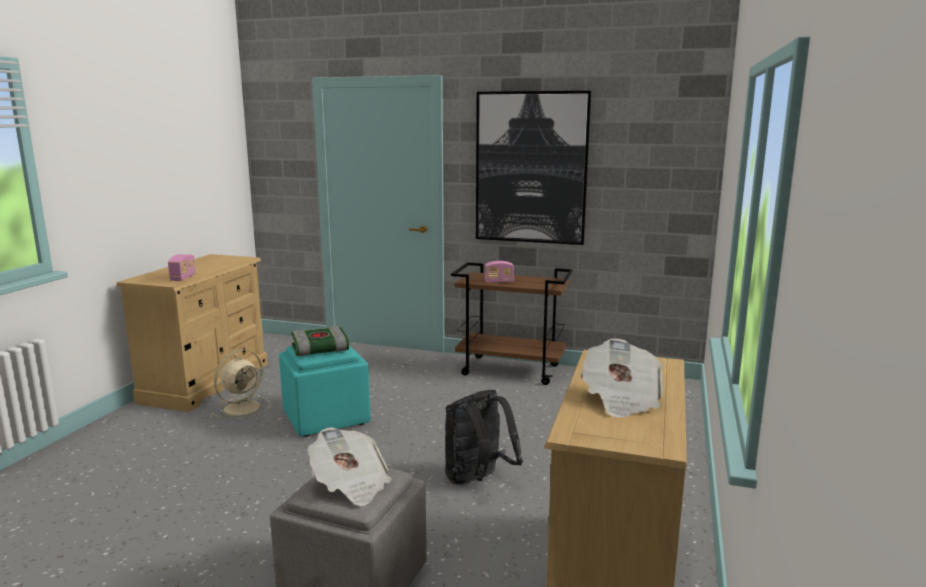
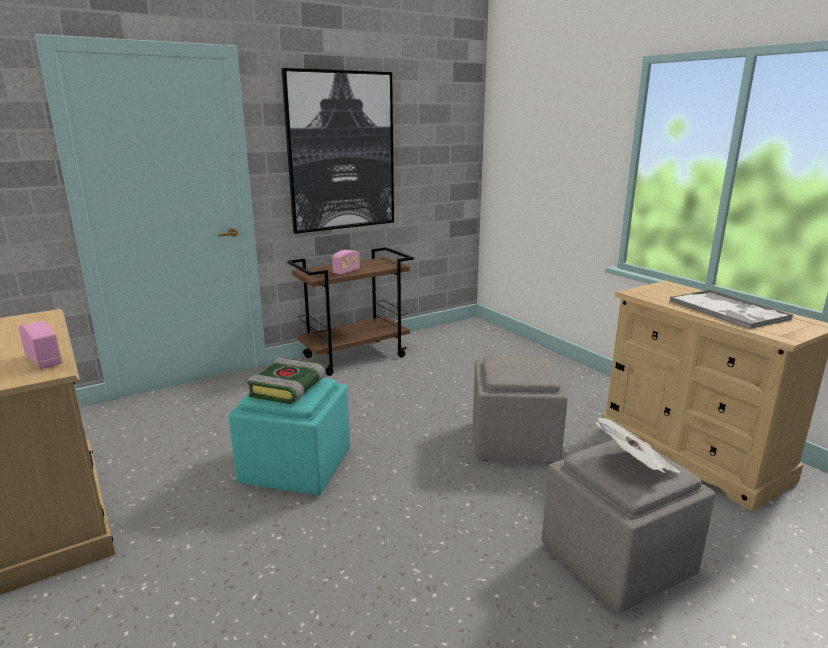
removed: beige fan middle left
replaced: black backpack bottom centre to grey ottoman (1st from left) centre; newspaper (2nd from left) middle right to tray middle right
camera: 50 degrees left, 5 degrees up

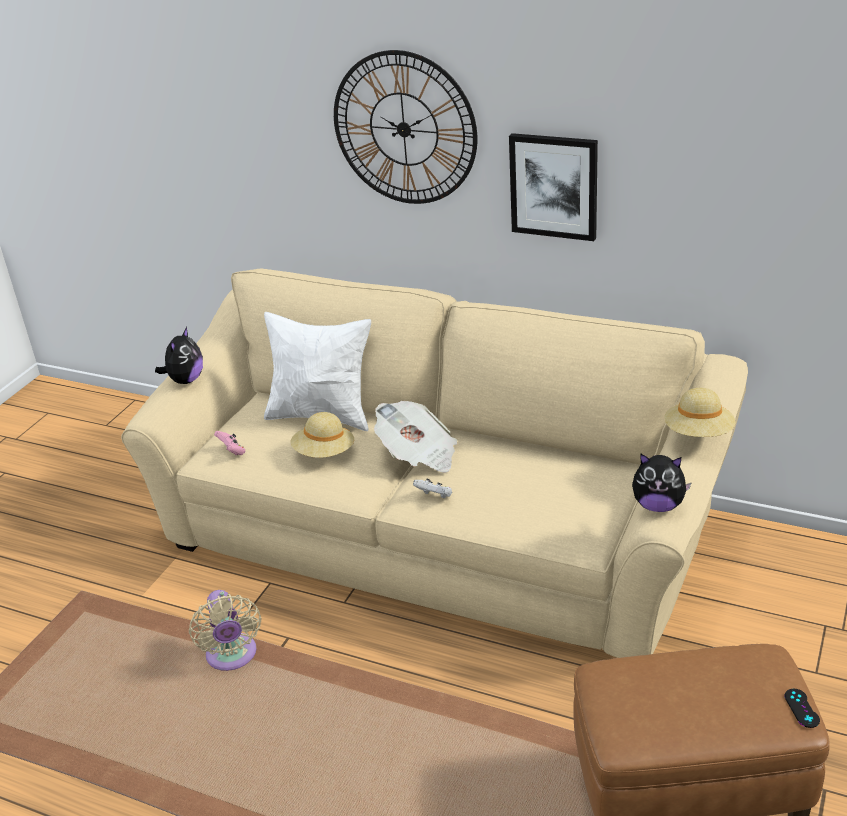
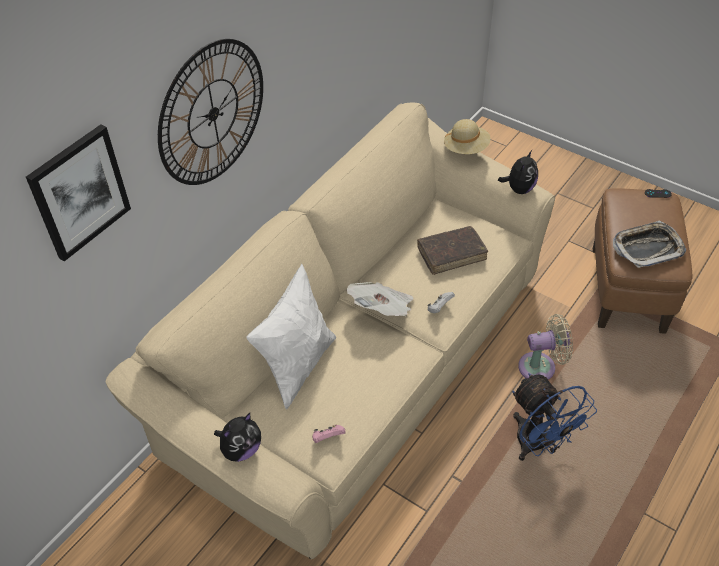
removed: beige hat (1st from left) centre
added: brown book centre; blue fan bottom right; tray middle right
moved: picture top centre to middle left; beige fan bottom left to middle right
turned: plush toy (1st from left) middle left = bottom left 105 degrees clockwise
camera: 80 degrees left, 15 degrees up

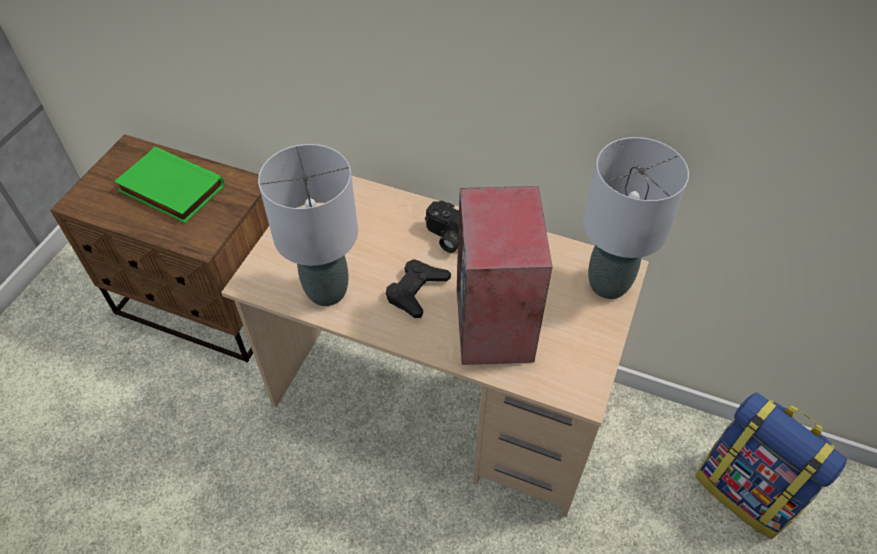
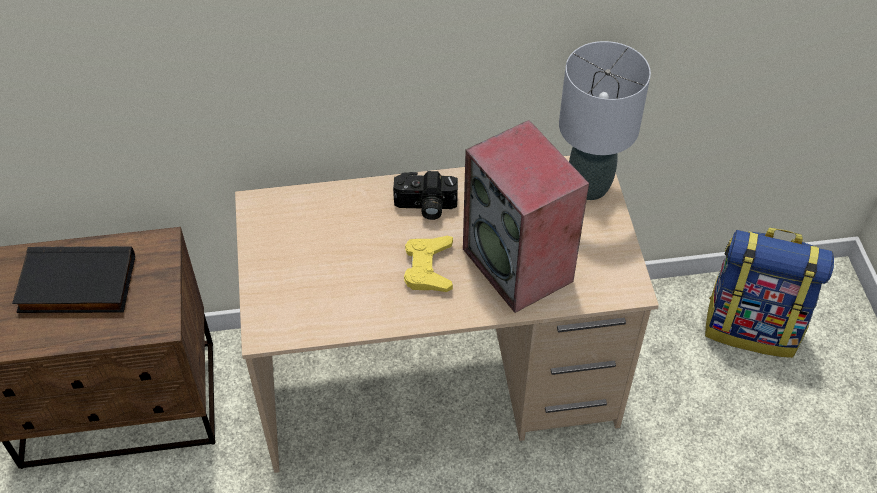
removed: grey table lamp (1st from left) centre
recoloured: green book middle left to black book middle left; black game controller centre to yellow game controller centre
camera: 30 degrees left, 0 degrees up

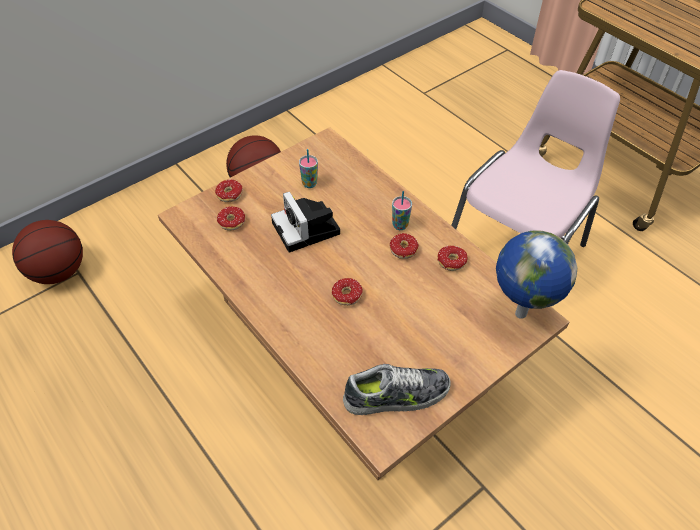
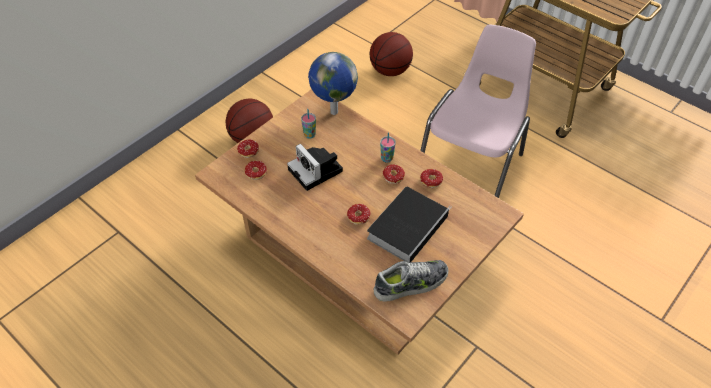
added: book centre
moved: globe middle right to top centre; basketball (1st from left in the first image) middle left to basketball (2nd from left) top centre
camera: 10 degrees left, 0 degrees up

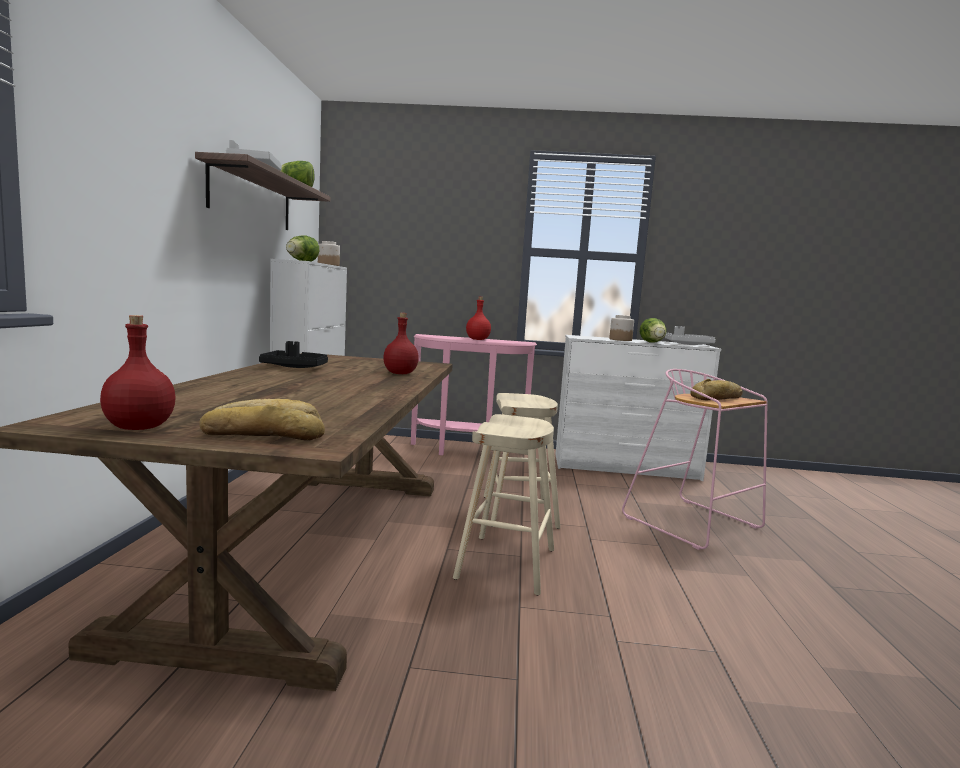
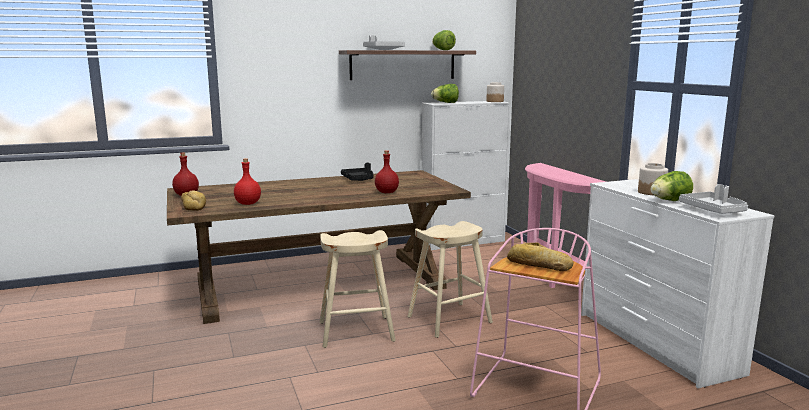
moved: red bottle (3rd from left in the first image) centre to red bottle (2nd from left) middle left
camera: 65 degrees right, 5 degrees up

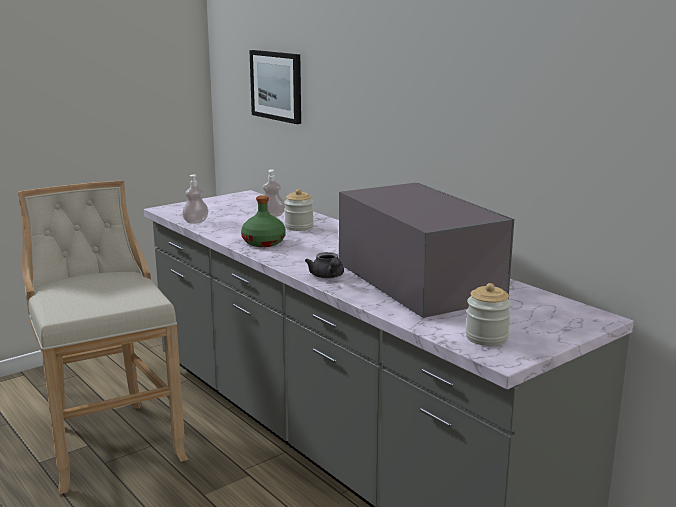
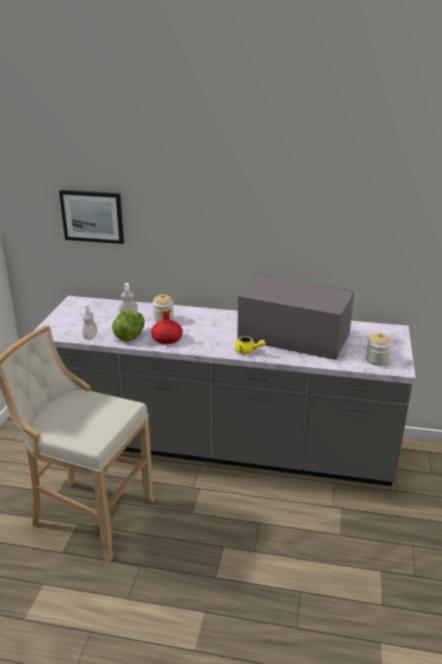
added: lettuce middle left
recoloured: green bottle centre to red bottle centre; grey teapot centre to yellow teapot centre
camera: 40 degrees left, 10 degrees up

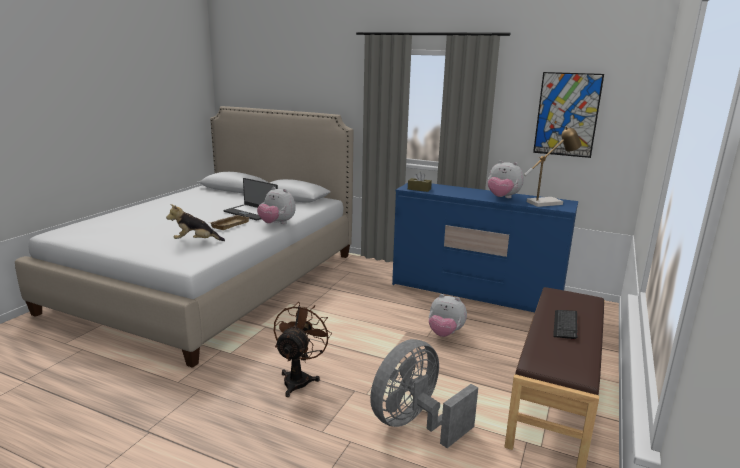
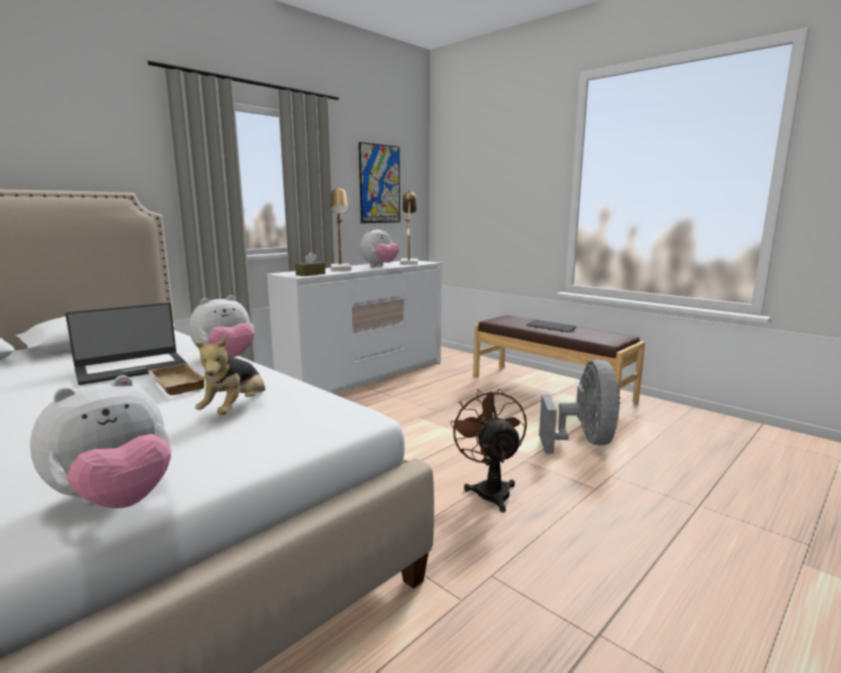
added: table lamp (1st from left) centre
moved: plush toy (3rd from left in the first image) bottom centre to plush toy (1st from left) middle left
recoloured: blue dresser centre to white dresser centre
turned: brown fan bottom centre = bottom centre 45 degrees clockwise; grey fan bottom centre = middle right 150 degrees counterclockwise
camera: 70 degrees left, 5 degrees down

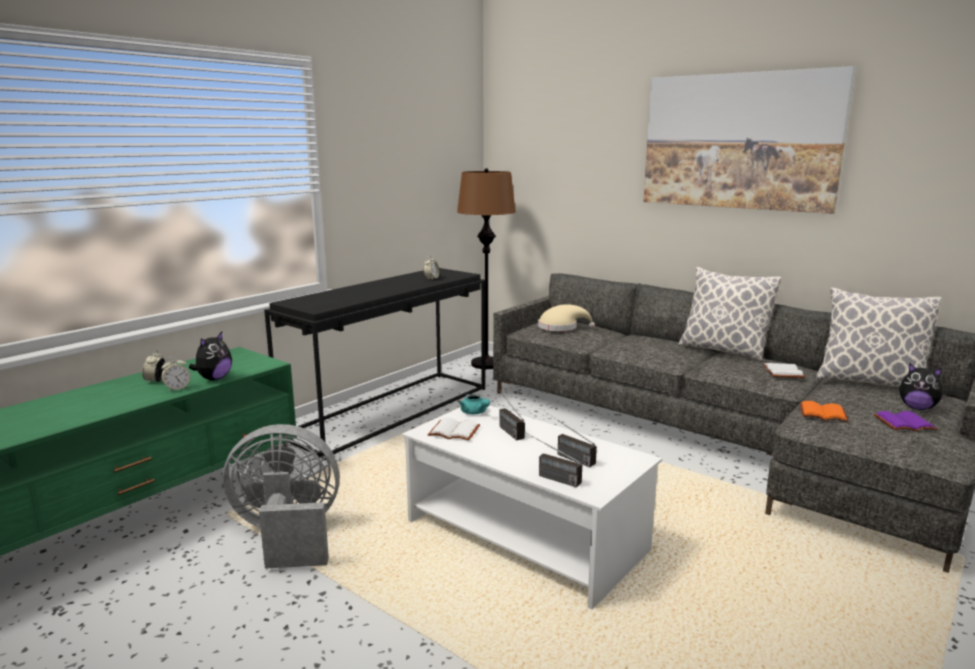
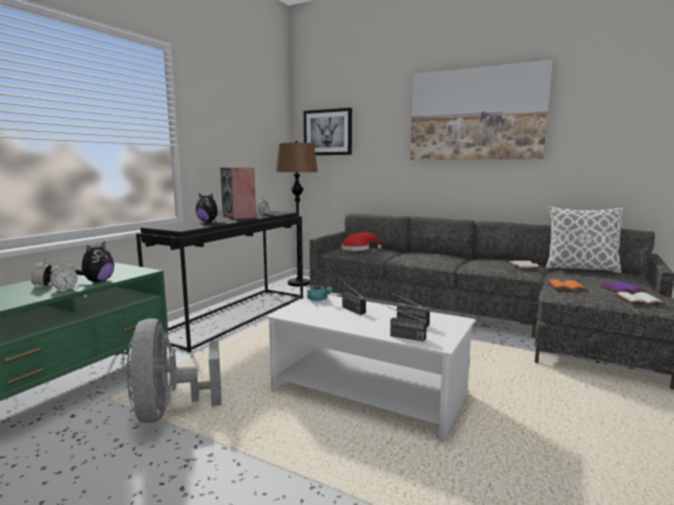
removed: pillow (1st from left) middle right
added: speaker centre; picture (1st from left) top centre
moved: plush toy (2nd from left) middle right to middle left; white book (1st from left in the first image) centre to white book (2nd from left) middle right
recoloured: beige hat centre to red hat centre
turned: grey fan bottom left = bottom left 90 degrees counterclockwise
camera: 10 degrees left, 5 degrees down

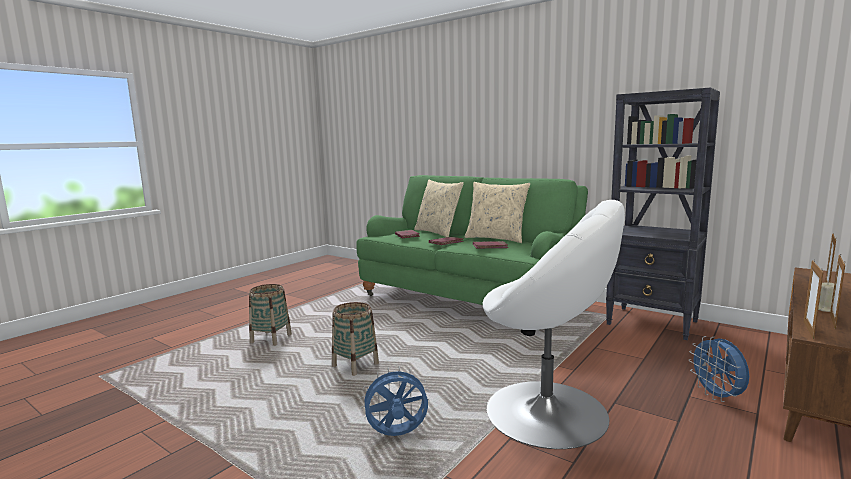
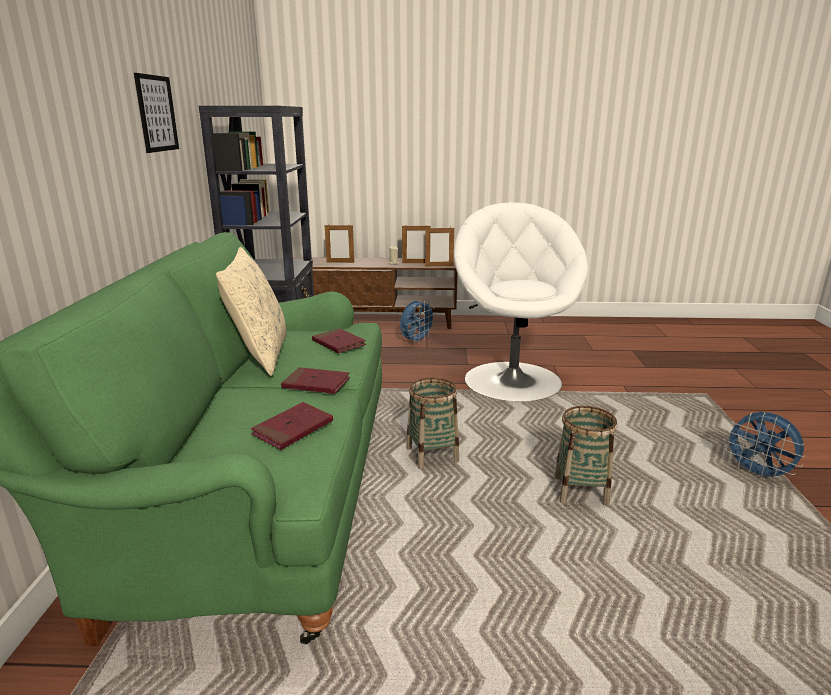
removed: beige pillow (1st from left) centre
added: picture top left
moved: basket (1st from left) middle left to centre; blue fan (1st from left in the first image) bottom centre to blue fan (2nd from left) middle right
camera: 125 degrees left, 10 degrees up

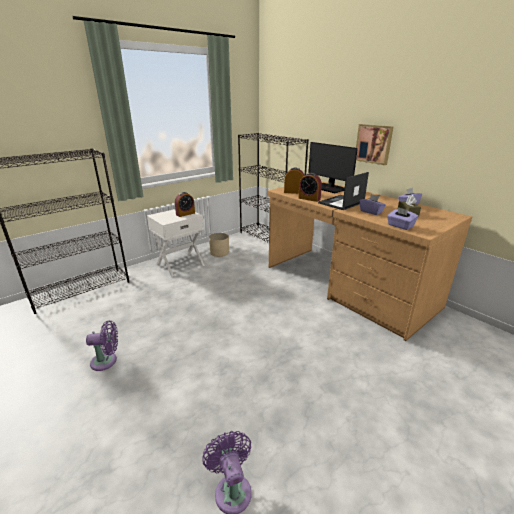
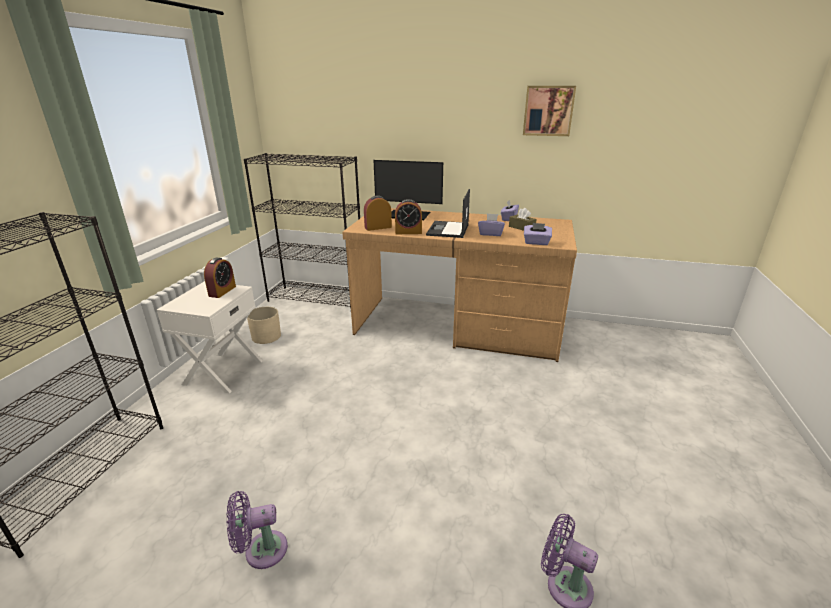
moved: picture top right to top centre
turned: purple fan (1st from left) bottom left = bottom left 150 degrees counterclockwise
camera: 35 degrees left, 0 degrees up

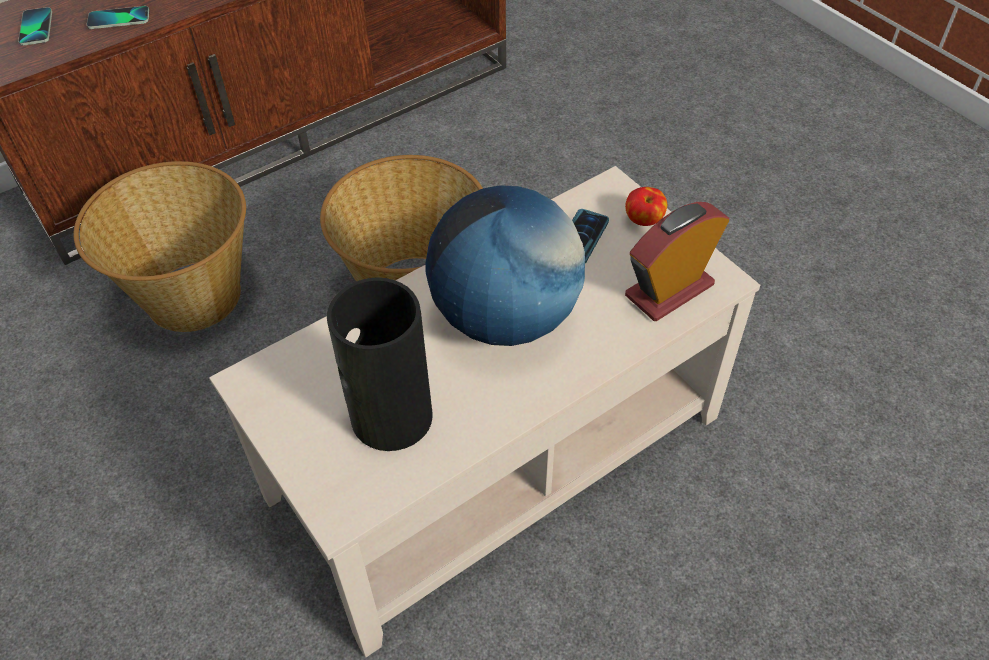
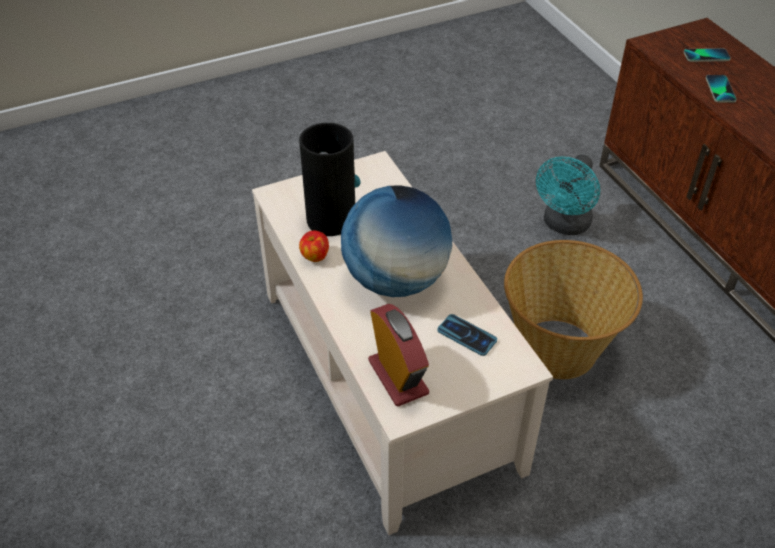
moved: apple top centre to centre
replaced: basket (1st from left) middle left to turquoise fan middle right
camera: 100 degrees right, 5 degrees down

